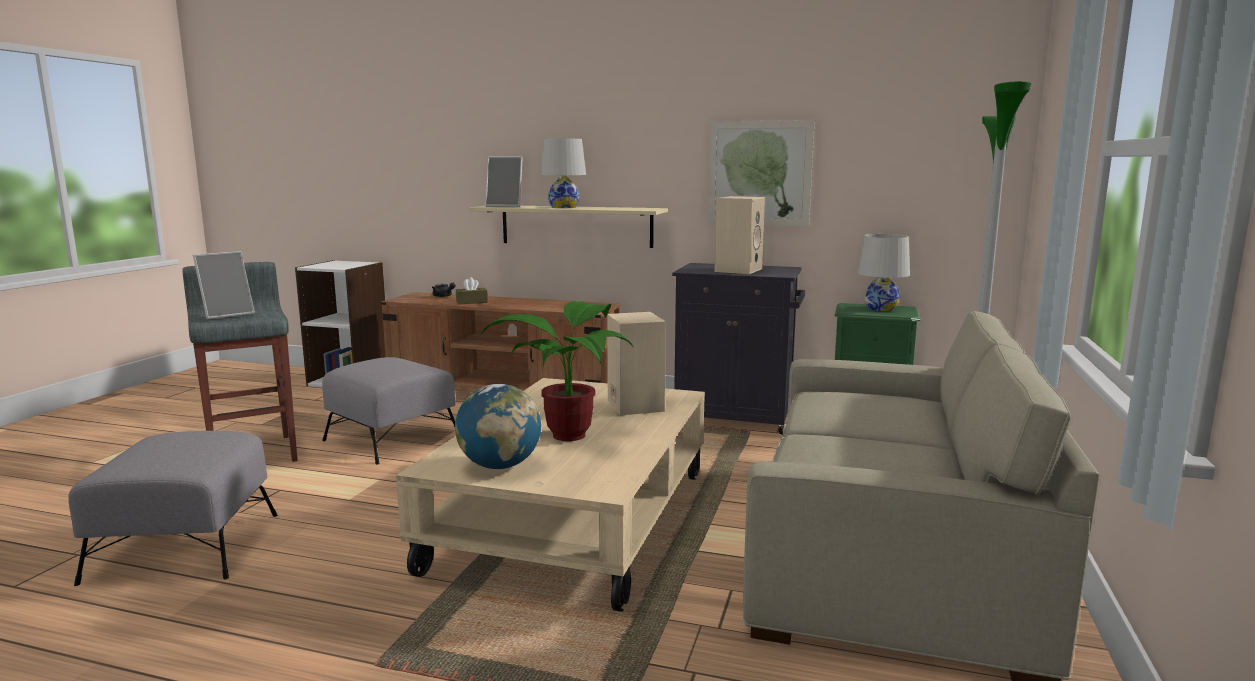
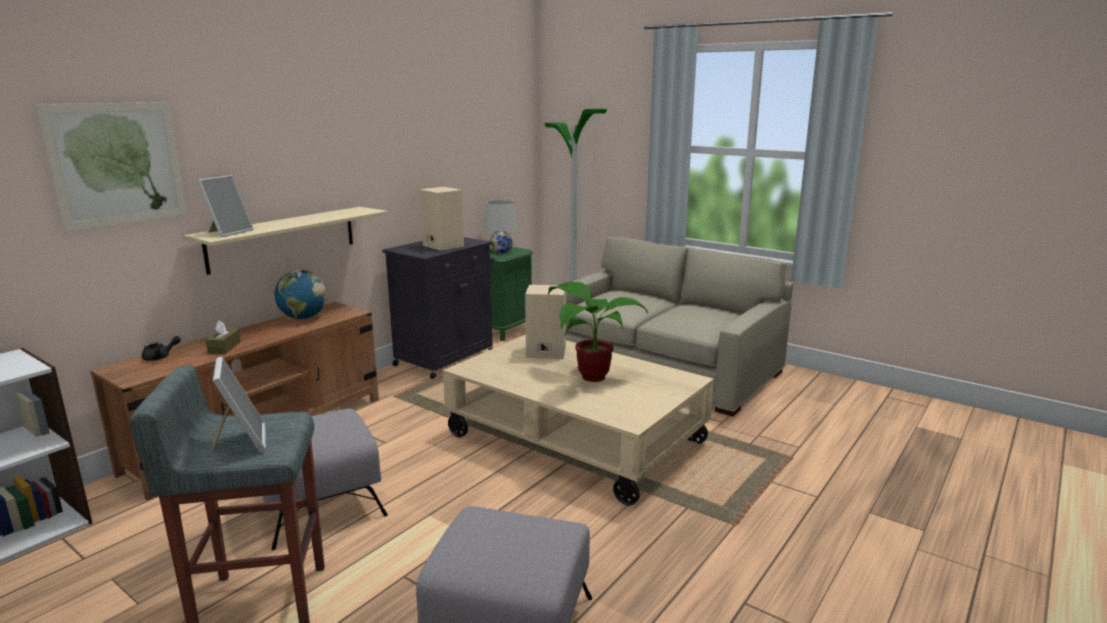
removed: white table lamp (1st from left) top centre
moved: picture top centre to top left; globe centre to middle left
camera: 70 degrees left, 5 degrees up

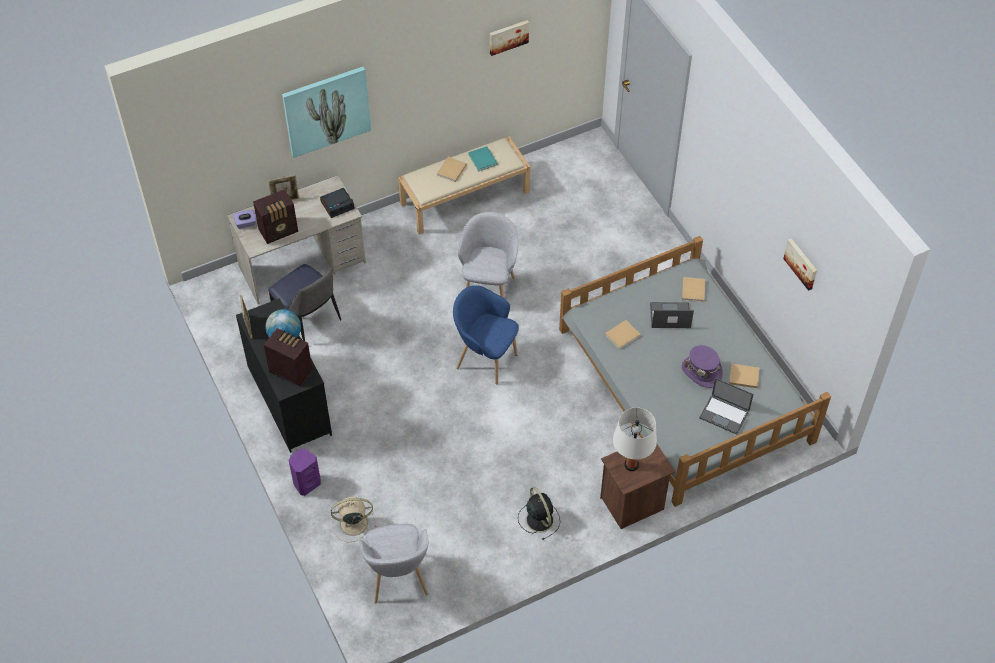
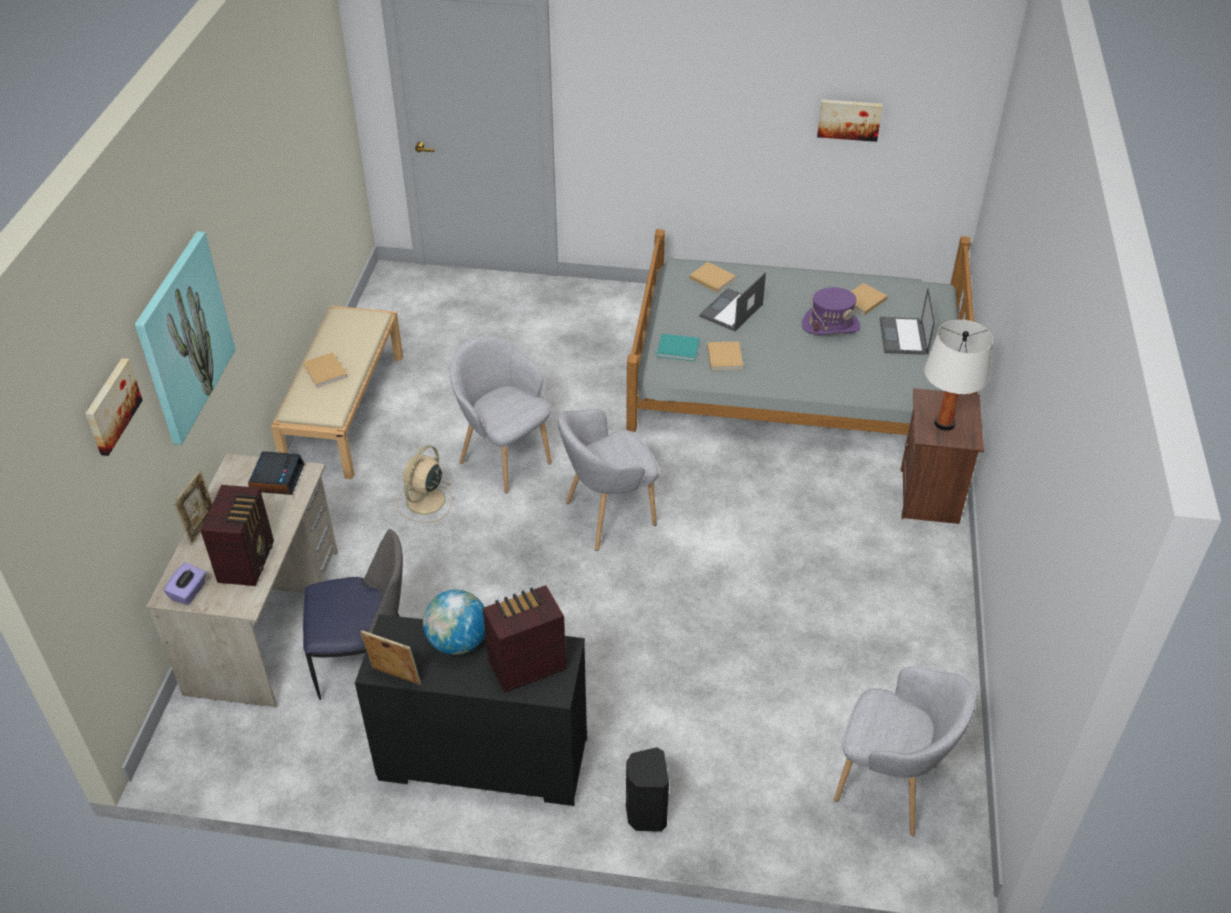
removed: black fan bottom centre
moved: picture (2nd from left in the first image) top centre to picture (1st from left) middle left; beige fan bottom centre to centre; turquoise book top centre to centre
recoloured: blue armchair centre to grey armchair (2nd from left) centre; purple speaker bottom left to black speaker bottom centre
turned: laptop (2nd from left) middle right = middle right 120 degrees clockwise
camera: 55 degrees left, 10 degrees down

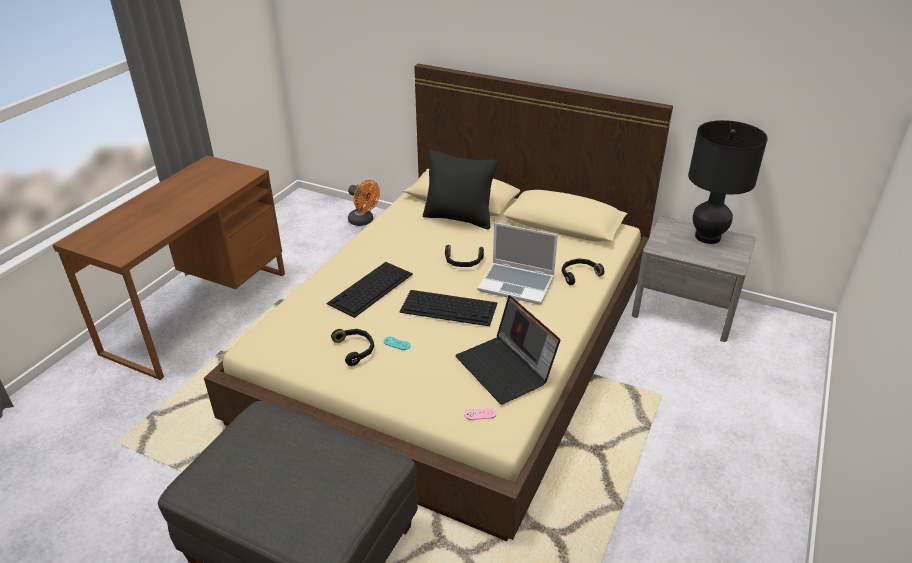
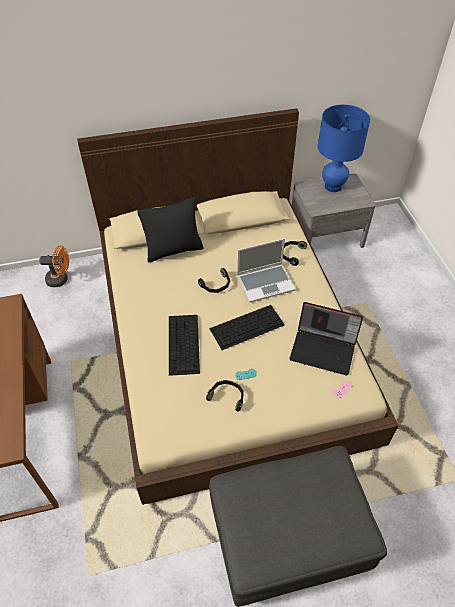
recoloured: black table lamp top right to blue table lamp top right
camera: 40 degrees left, 15 degrees up

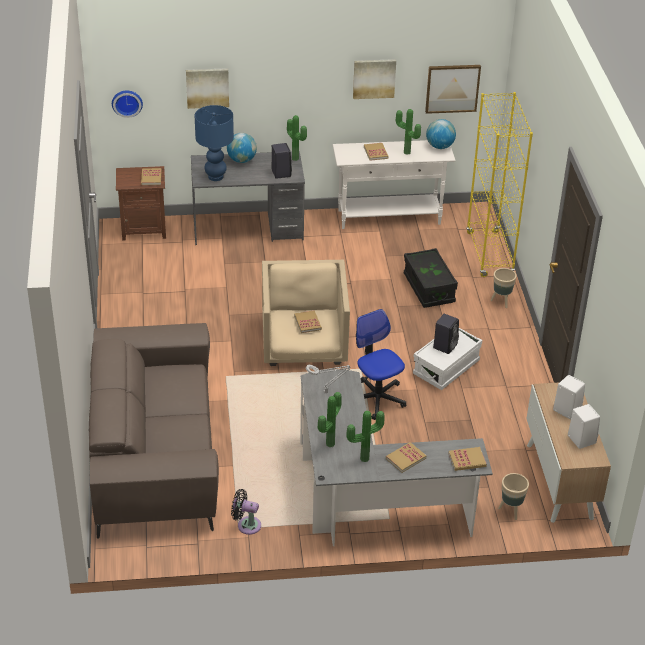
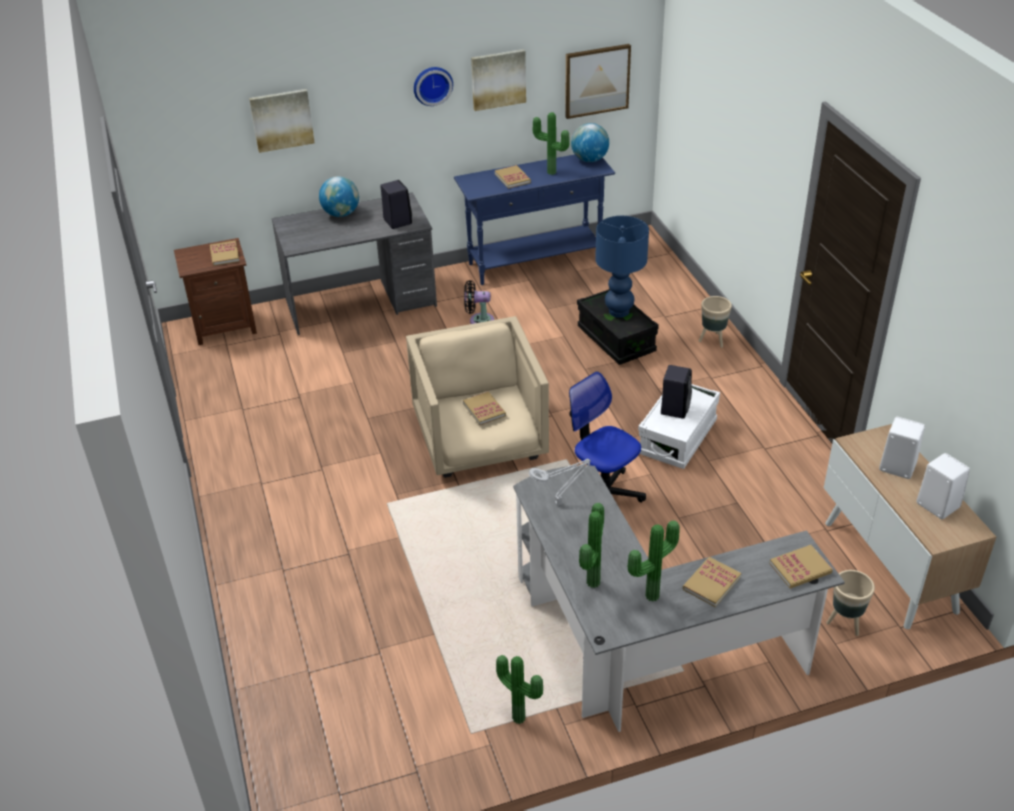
removed: brown sofa bottom left; yellow bookcase top right
moved: wall clock top left to top centre; black fan bottom centre to centre; potted plant (1st from left) top centre to bottom centre; blue table lamp top left to top centre
recoloured: white console table top centre to blue console table top centre
camera: 10 degrees left, 0 degrees up

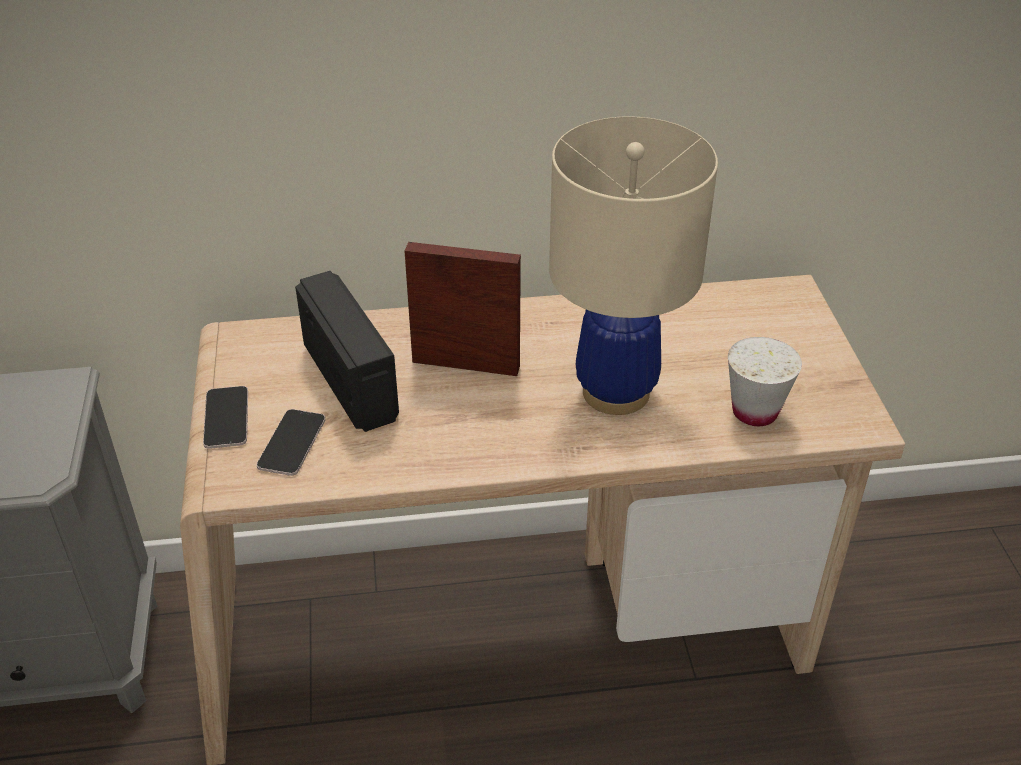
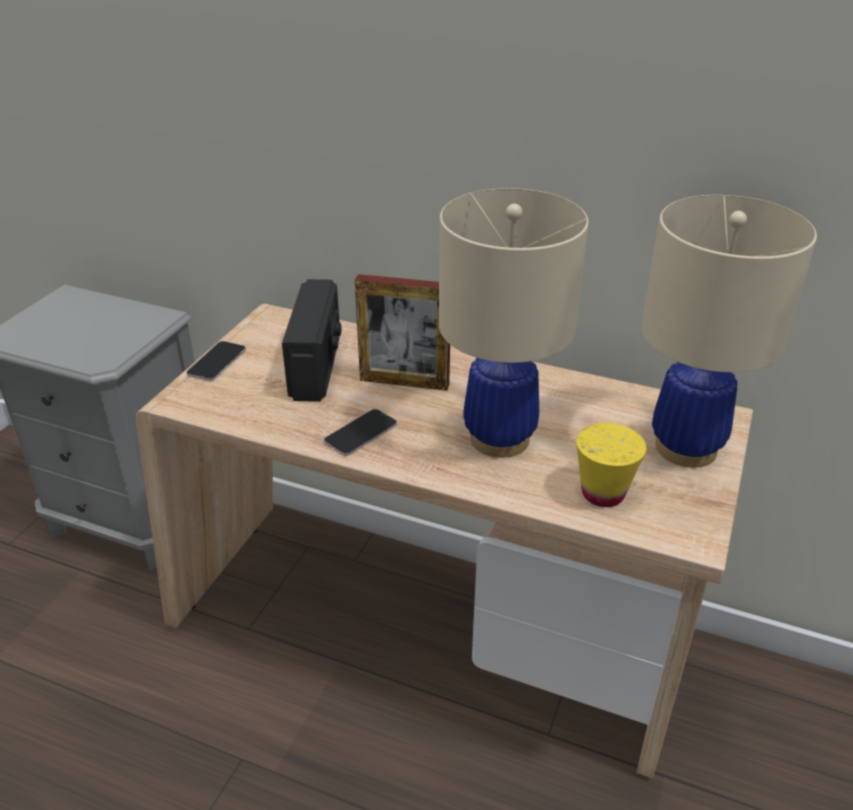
added: beige table lamp (2nd from left) middle right
moved: phone (2nd from left) middle left to centre
recoloured: white cup middle right to yellow cup middle right
turned: picture frame centre = centre 150 degrees clockwise
camera: 30 degrees right, 5 degrees down

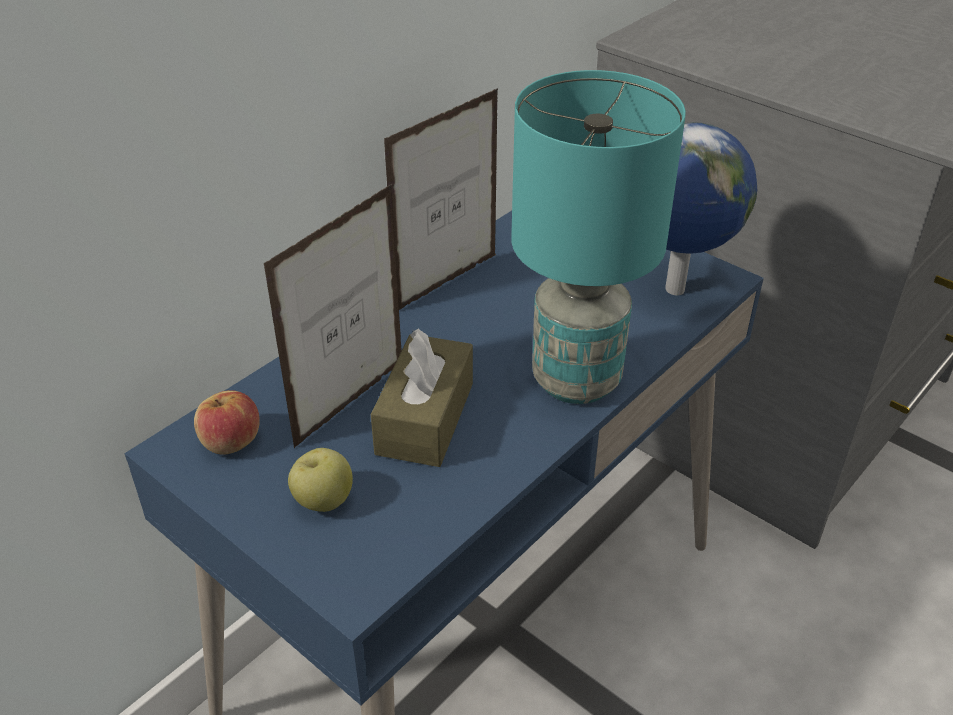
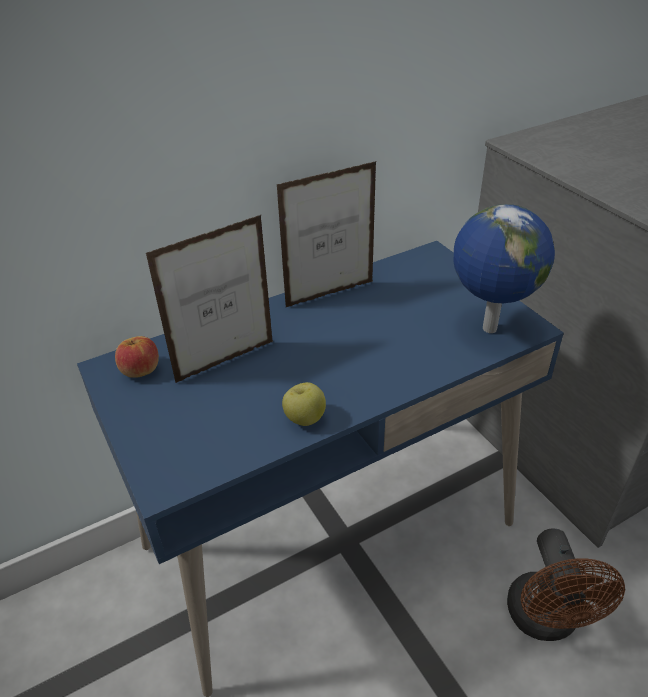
removed: brown tissue box centre; turquoise table lamp top centre
added: brown fan bottom right
moved: apple (2nd from left) bottom centre to centre
camera: 20 degrees right, 0 degrees up

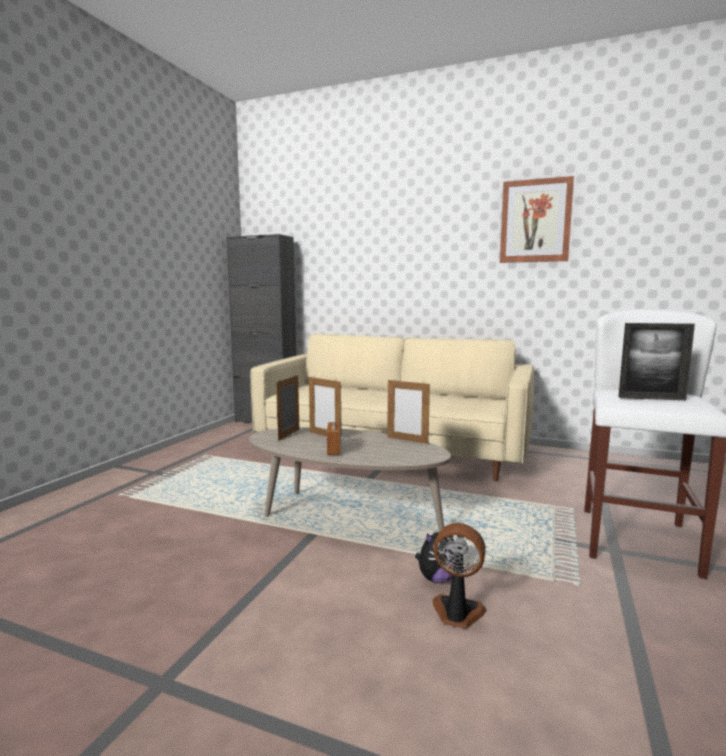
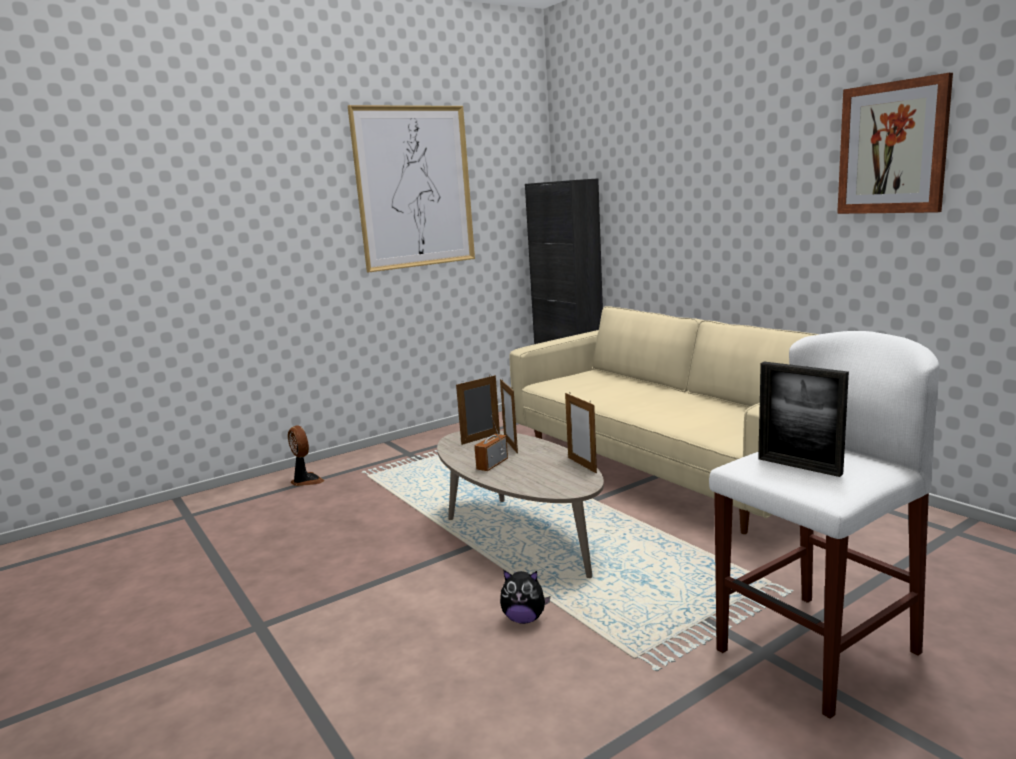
added: picture (1st from left) top centre
moved: fan bottom centre to middle left
camera: 35 degrees right, 5 degrees up

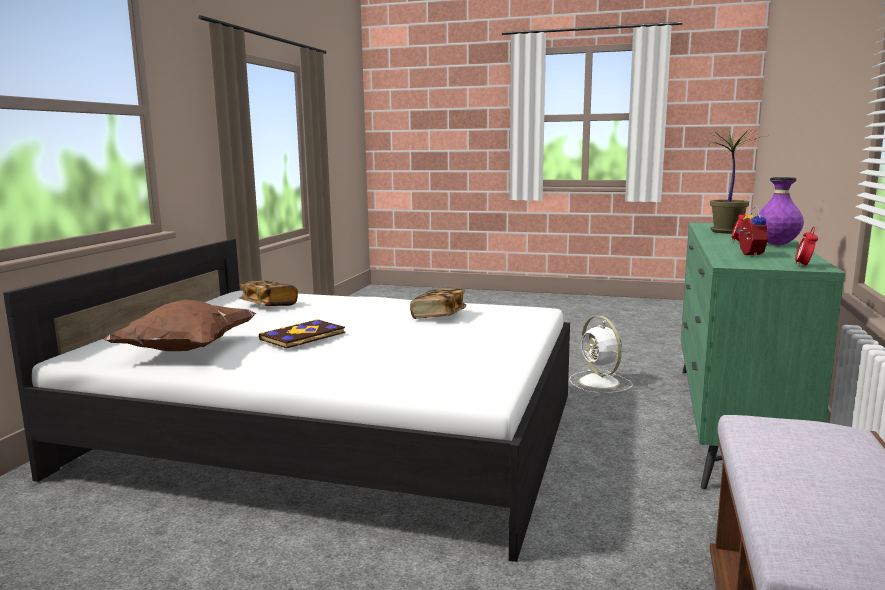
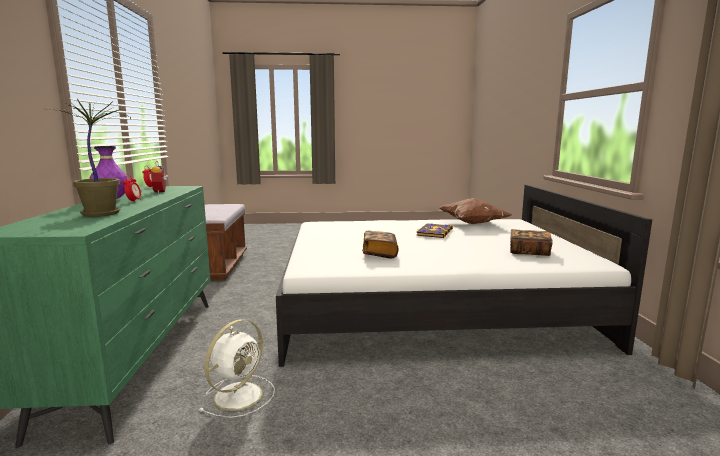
turned: white fan middle right = bottom left 75 degrees clockwise
camera: 160 degrees right, 0 degrees up

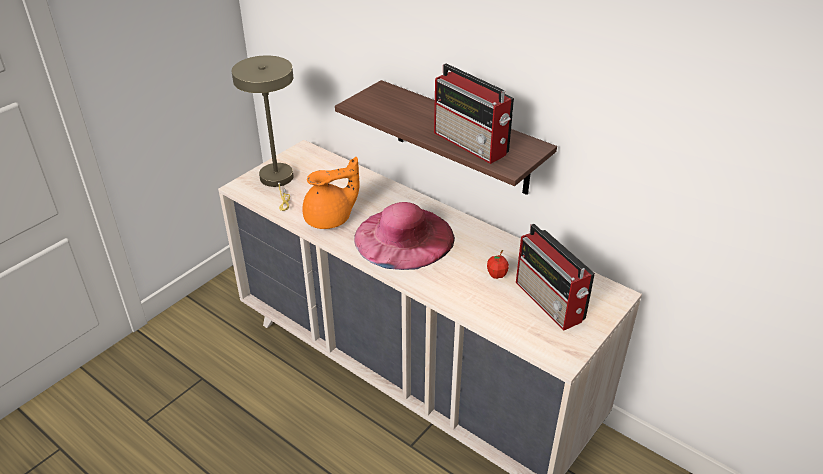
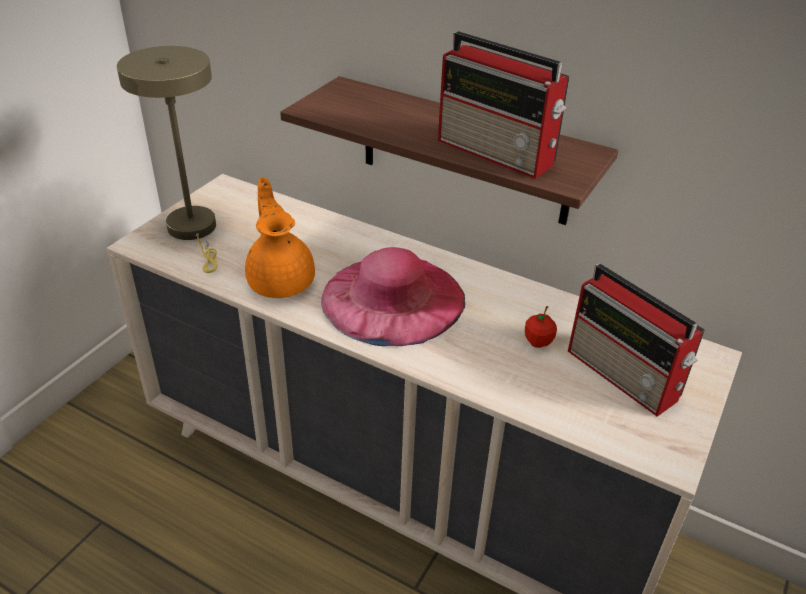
turned: orange teapot centre = centre 75 degrees counterclockwise
camera: 10 degrees left, 0 degrees up

